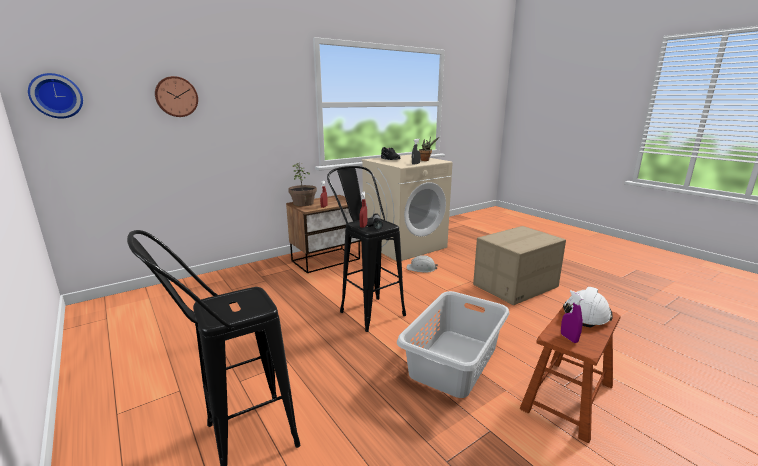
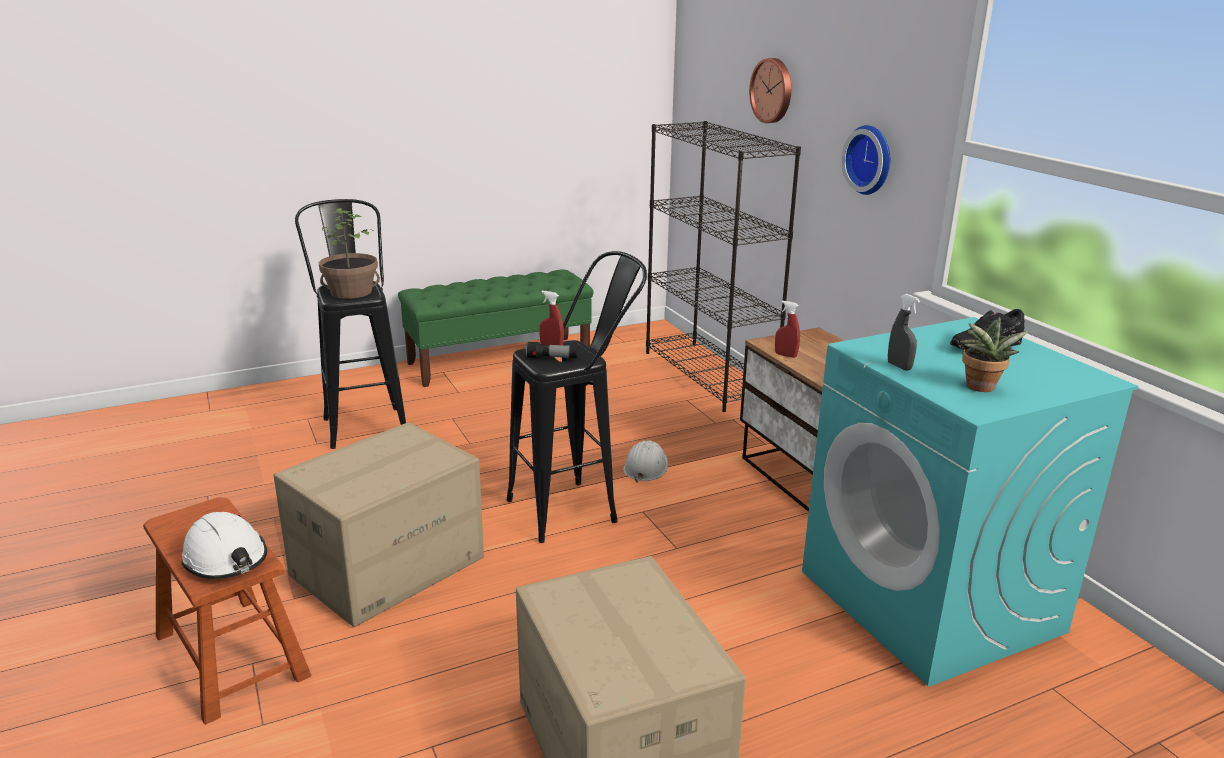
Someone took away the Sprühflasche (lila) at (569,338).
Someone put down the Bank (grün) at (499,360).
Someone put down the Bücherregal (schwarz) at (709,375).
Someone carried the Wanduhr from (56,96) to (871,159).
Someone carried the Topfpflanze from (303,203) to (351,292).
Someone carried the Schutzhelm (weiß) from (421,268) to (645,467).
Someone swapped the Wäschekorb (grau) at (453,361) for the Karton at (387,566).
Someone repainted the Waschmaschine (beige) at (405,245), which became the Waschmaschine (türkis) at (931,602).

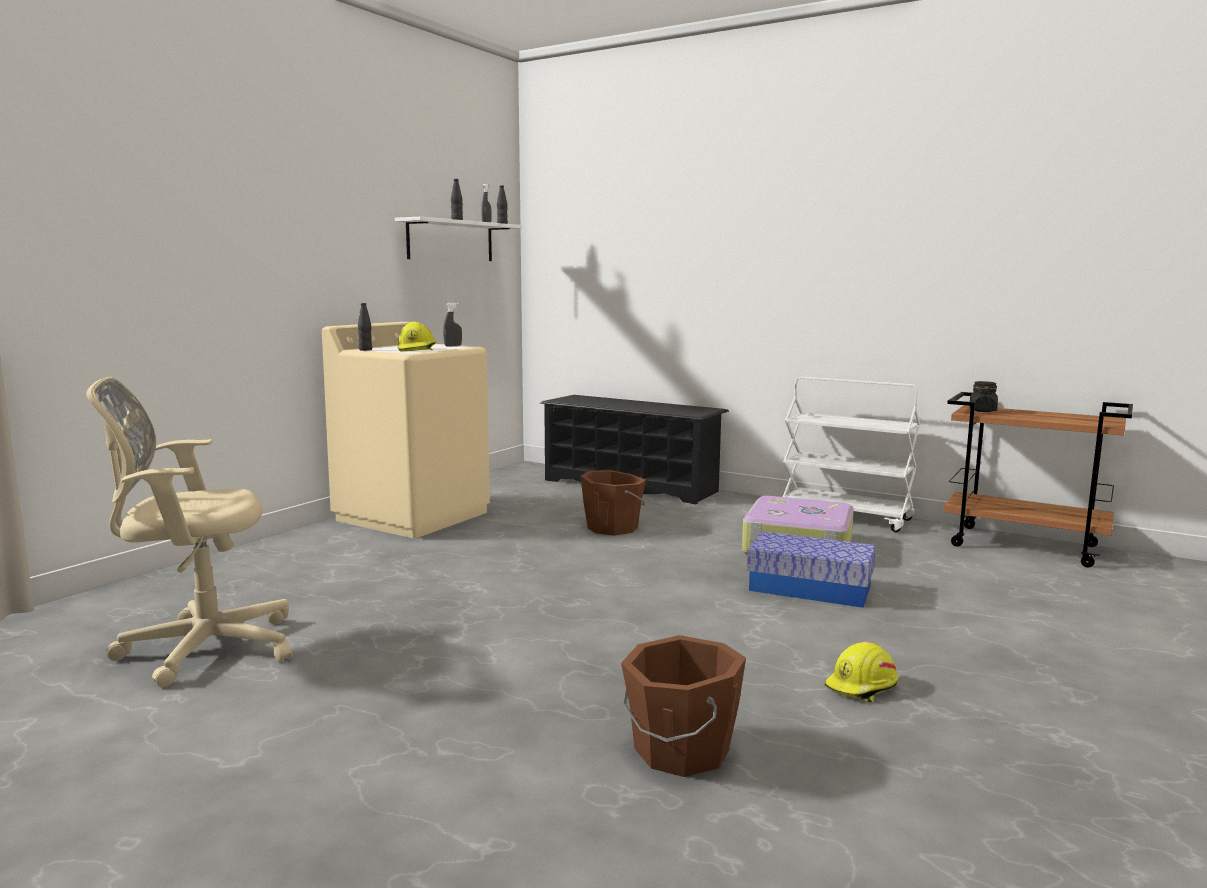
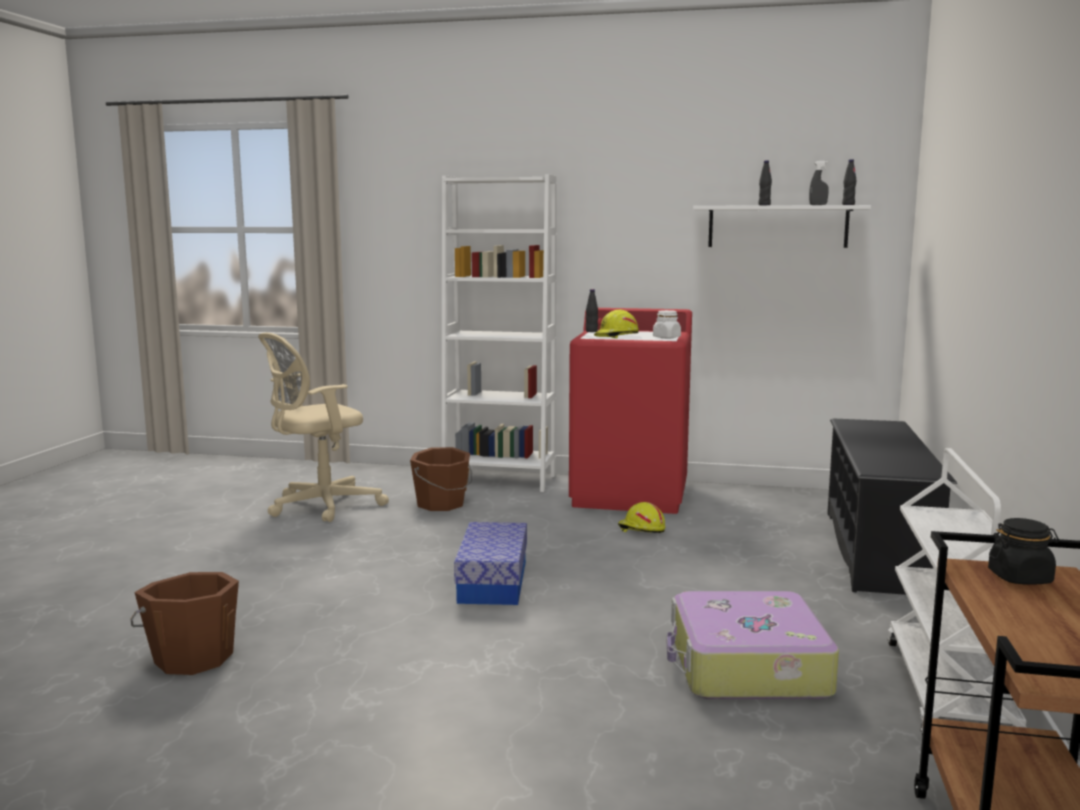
Someone put down the Bücherregal (weiß) at (499,480).
Someone carried the Eimer (braun) from (613,527) to (441,504).
Someone carried the Aufbewahrungsbox from (810,588) to (493,582).
Someone carried the Schutzhelm (gelb) from (862,687) to (641,529).
Someone swapped the Sprühflasche (grau) at (453,346) for the Vorratsglas (weiß) at (666,337).
Someone repainted the Waschmaschine (beige) at (413,516), which became the Waschmaschine (rot) at (630,495).
Someone rotated the Bürostuhl (beige) at (200,648) by 90 degrees counterclockwise.

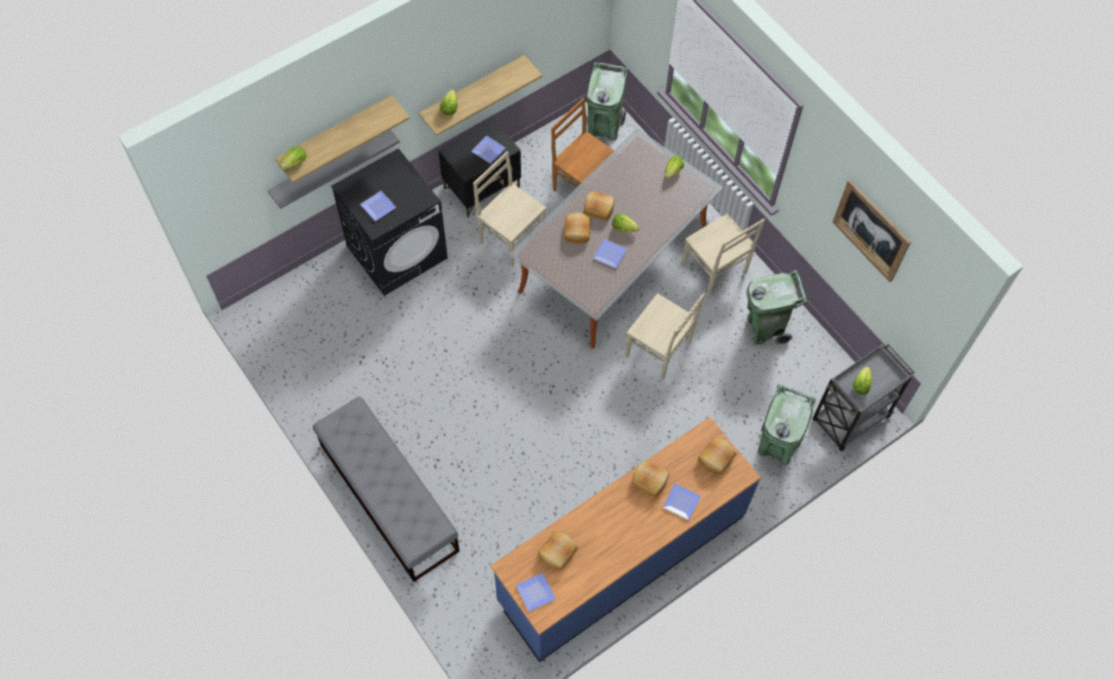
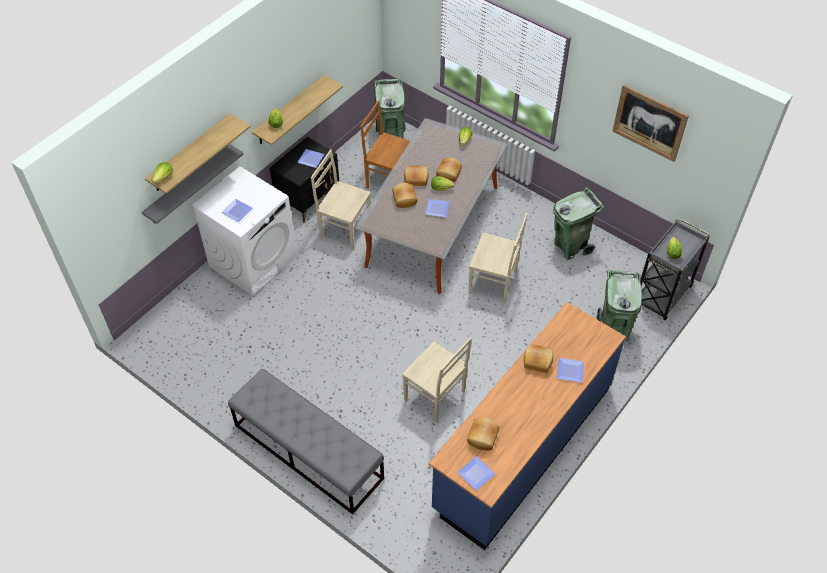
Someone carried the Stuhl (beige) from (715,271) to (435,396).
Someone carried the Brot from (716,459) to (449,174).
Someone repainted the Waschmaschine (schwarz) at (397,251), which became the Waschmaschine (weiß) at (253,260).

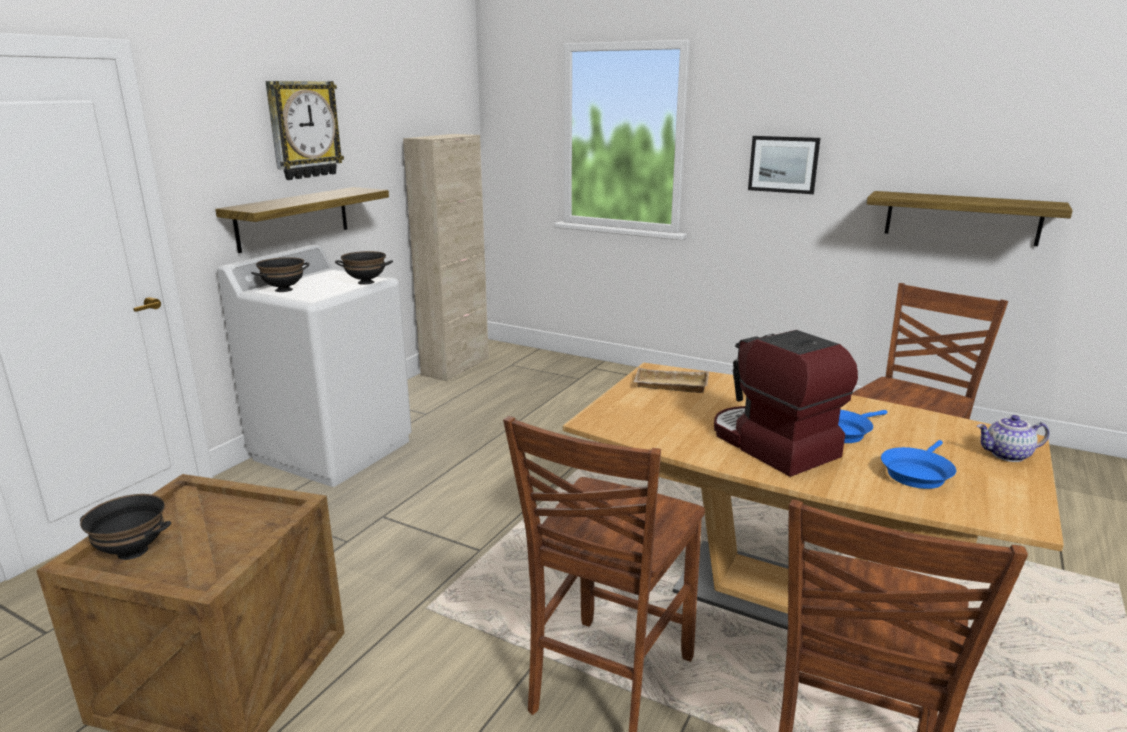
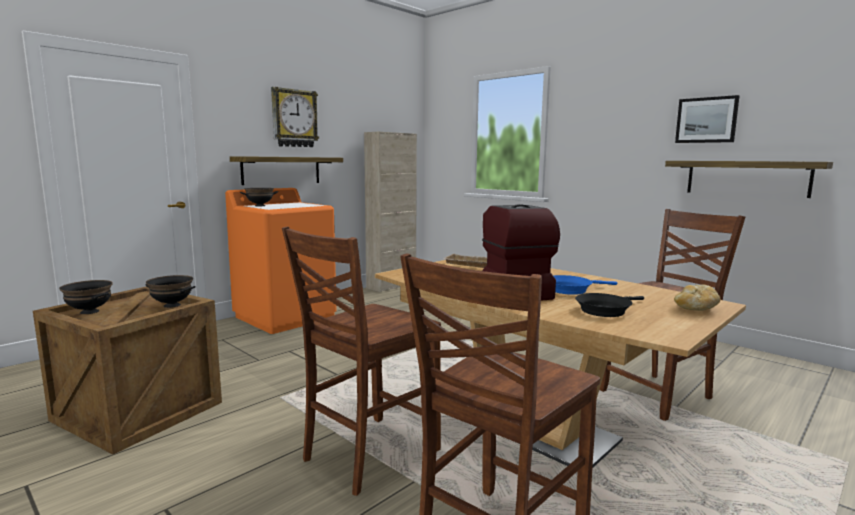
Someone carried the Schüssel (schwarz) from (366,282) to (172,305).
Someone carried the Bild from (783,164) to (706,120).
Someone swapped the Teekanne at (1007,455) for the Brot at (695,309).
Someone repainted the Waschmaschine (weiß) at (333,449), which became the Waschmaschine (orange) at (285,317).
Someone repainted the Pfanne (blau) at (916,473), which became the Pfanne (schwarz) at (605,310).

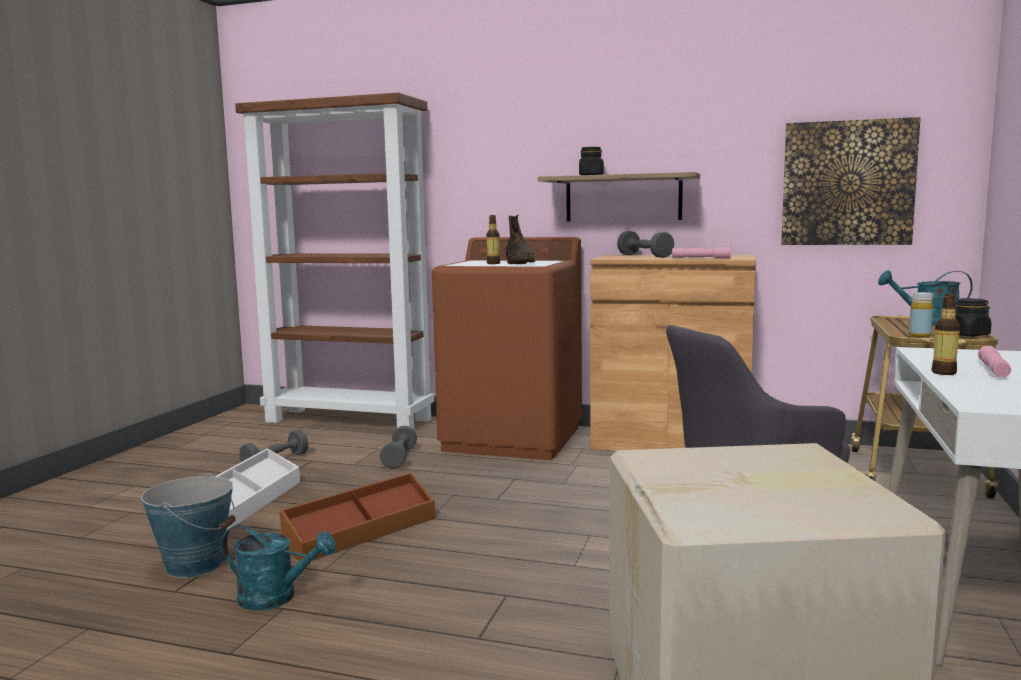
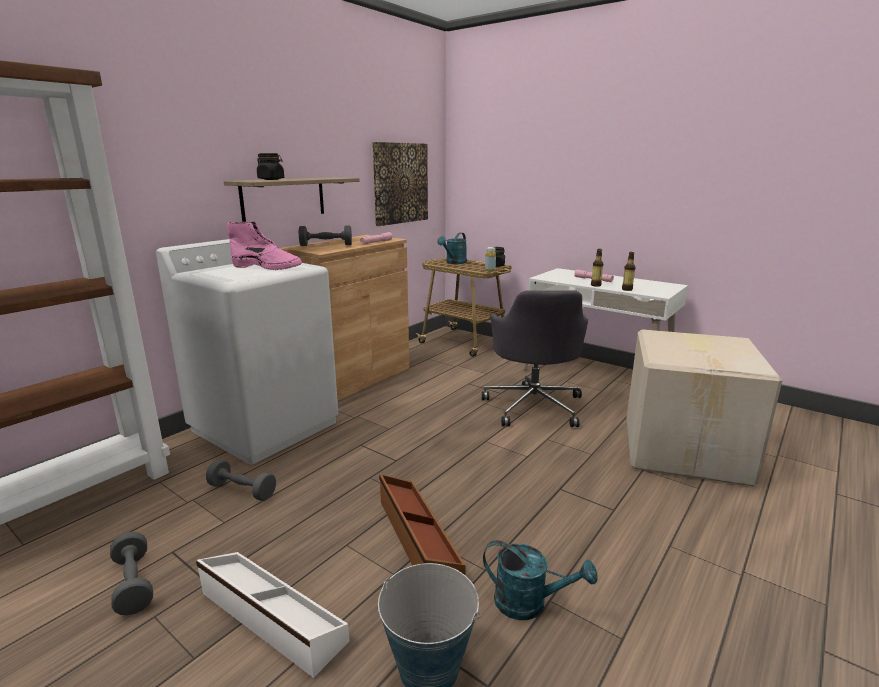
Someone carried the Flasche from (493,263) to (627,289).
Someone repainted the Waschmaschine (braun) at (513,438), which became the Waschmaschine (weiß) at (265,426).
Someone repainted the Stiefel (braun) at (519,263), which became the Stiefel (rosa) at (267,267).
Someone rotated the Gießkanne (türkis) at (276,598) by 75 degrees clockwise.

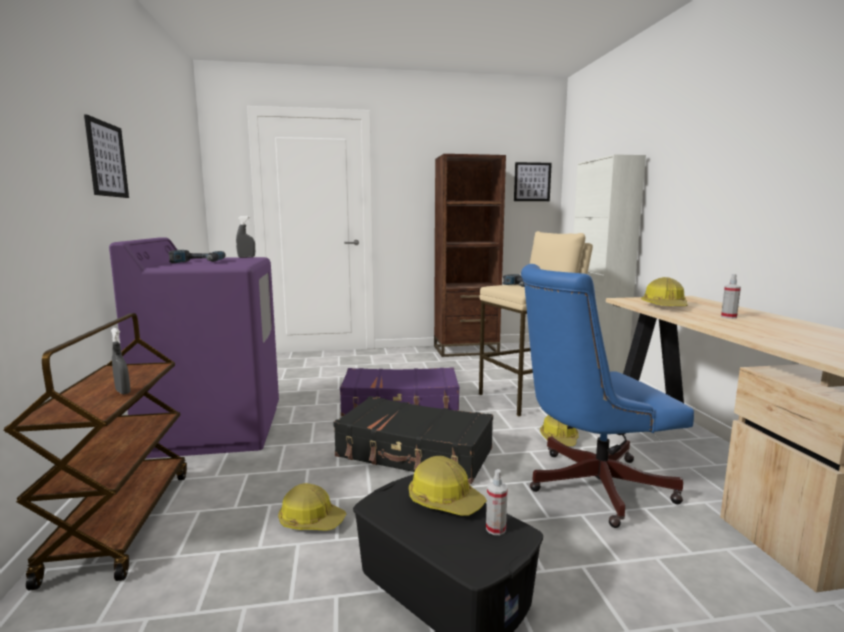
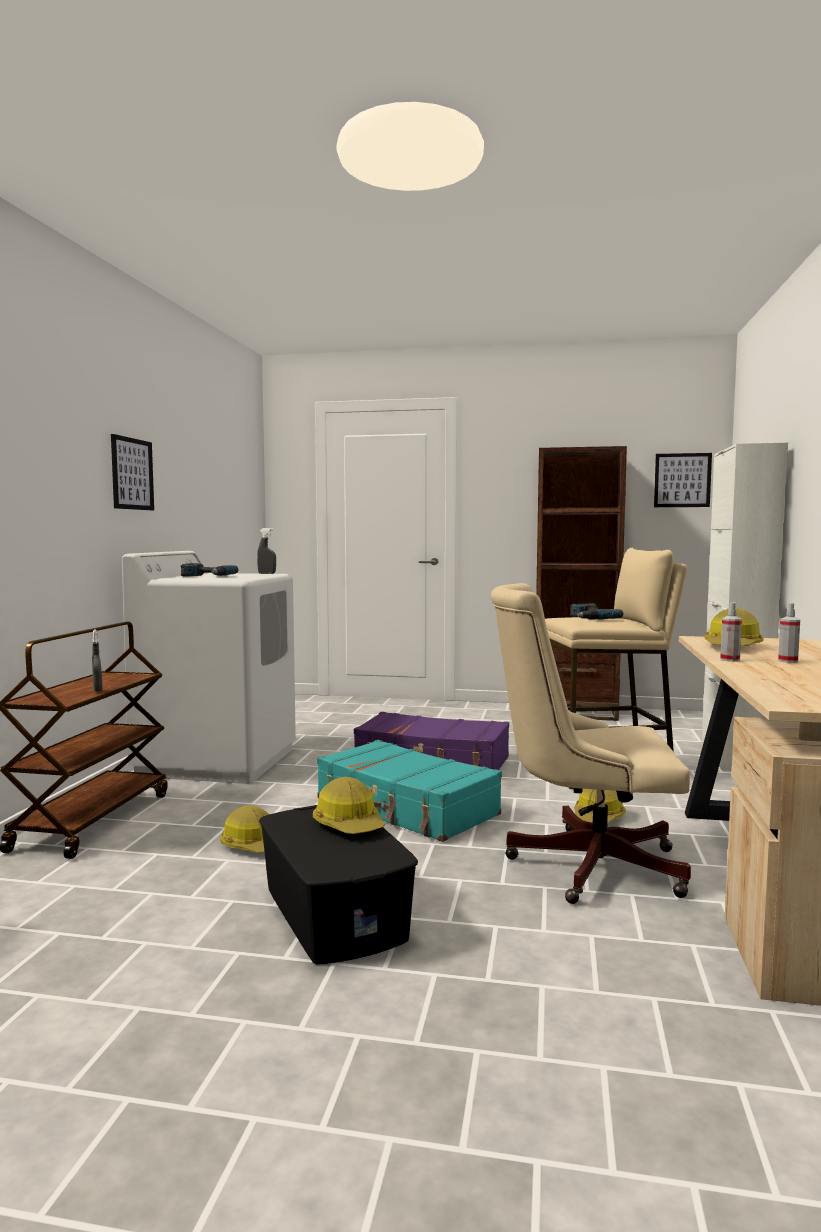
Someone carried the Sprühflasche from (495,529) to (730,660).
Someone repainted the Waschmaschine (lila) at (215,429), which became the Waschmaschine (weiß) at (218,761).
Someone repainted the Koffer (schwarz) at (414,453), which became the Koffer (türkis) at (406,807).
Someone repainted the Bürostuhl (blau) at (588,485), which became the Bürostuhl (beige) at (584,864).

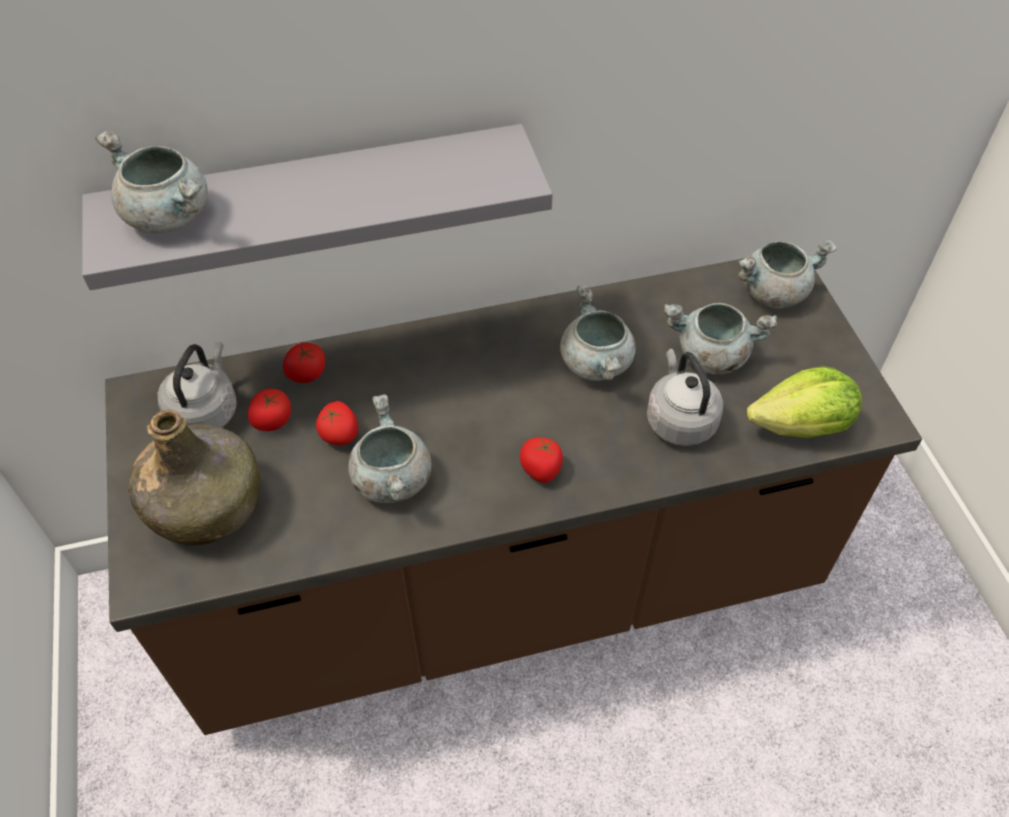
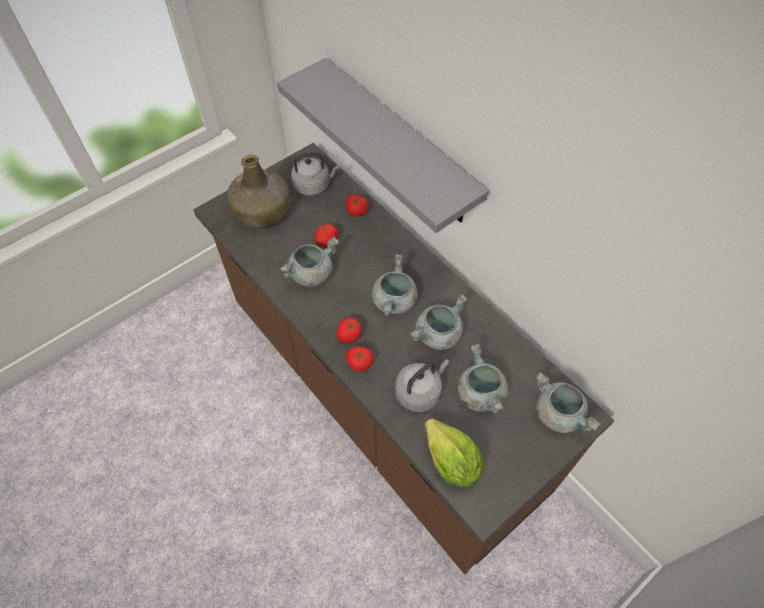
Someone carried the Kochtopf (grau) from (171,216) to (395,302).
Someone carried the Tomate from (272,421) to (359,363).

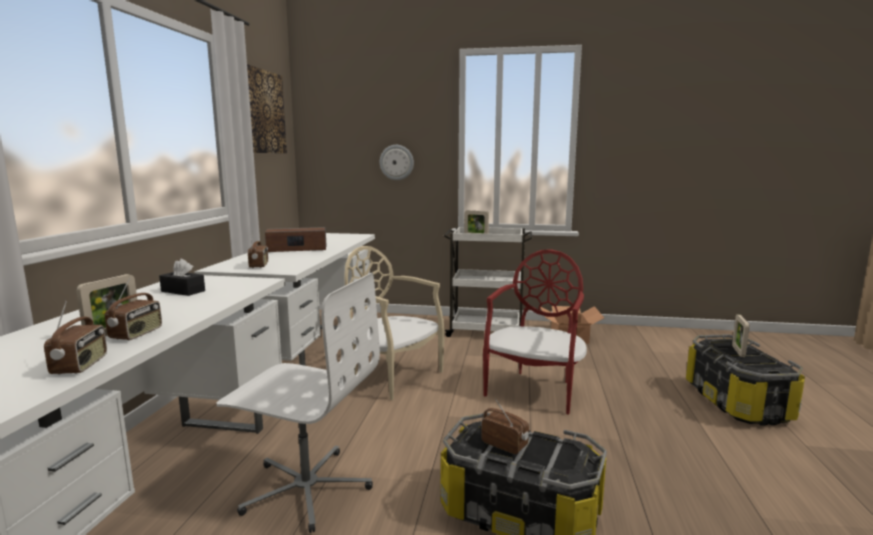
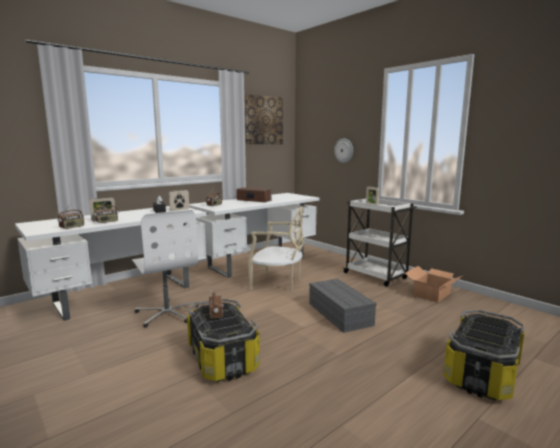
Someone carried the Bilderrahmen from (738,351) to (179,209).
Someone swapped the Stuhl (rot) at (535,389) for the Aufbewahrungsbox (grau) at (341,314).
Someone rotated the Stuhl (beige) at (393,376) by 120 degrees clockwise.

